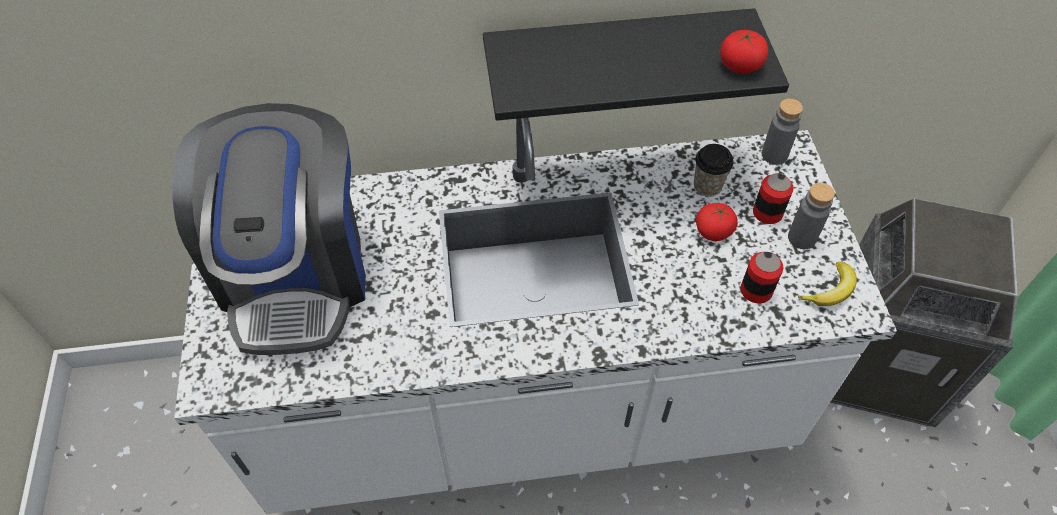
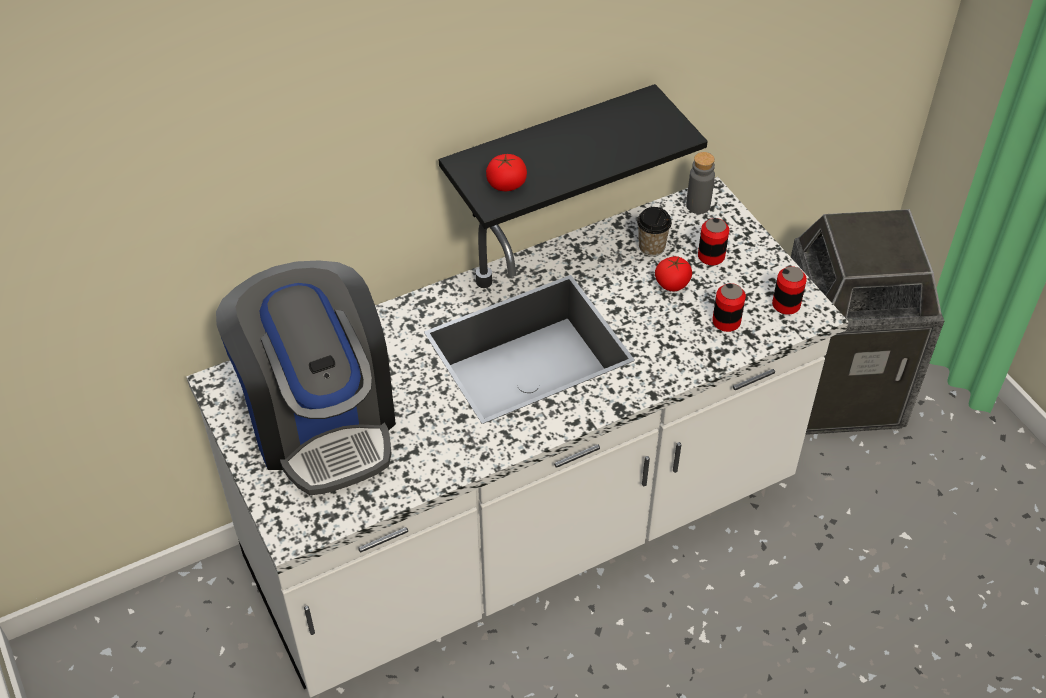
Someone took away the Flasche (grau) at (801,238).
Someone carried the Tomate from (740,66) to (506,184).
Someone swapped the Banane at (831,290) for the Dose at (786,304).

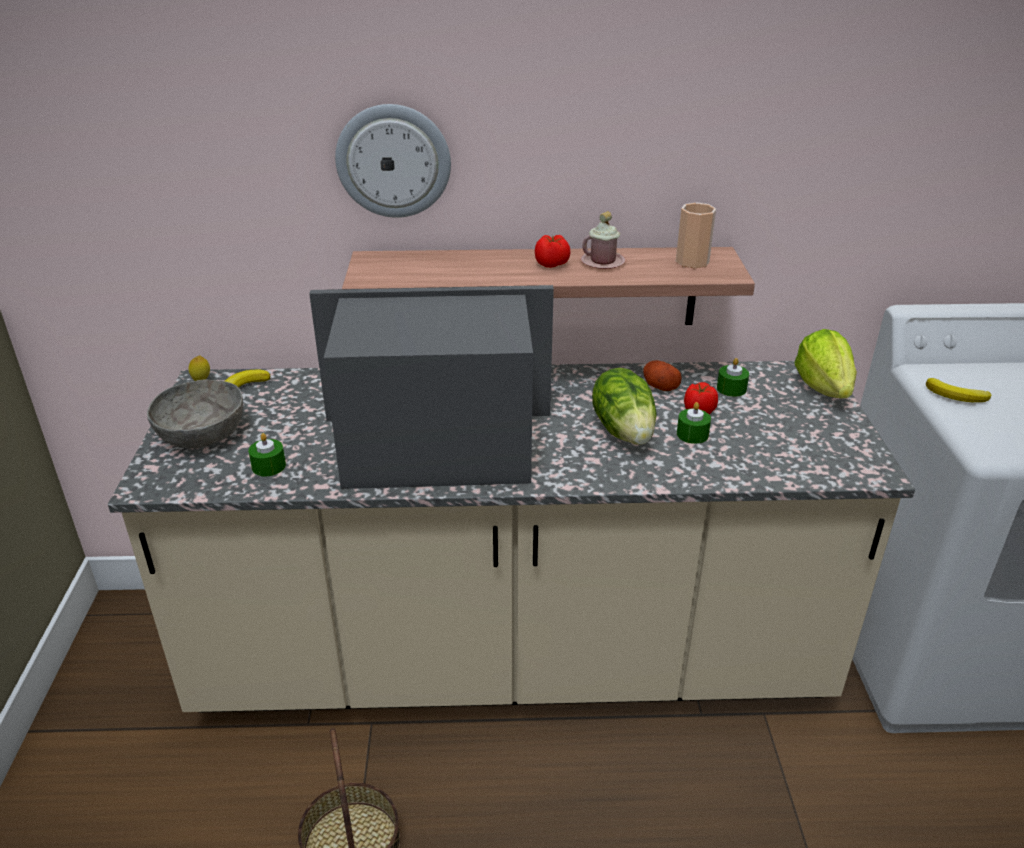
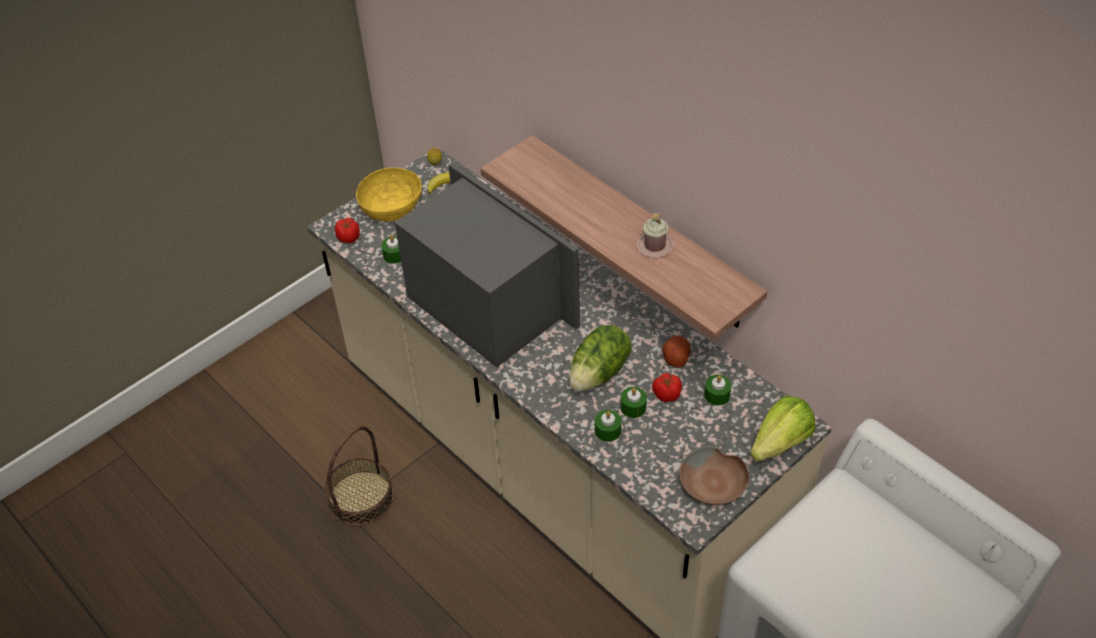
Someone took away the Wanduhr at (393,161).
Someone took away the Tasse at (692,261).
Someone took away the Banane at (958,396).
Someone put down the Kerze (grün) at (608,430).
Someone put down the Schüssel (braun) at (714,484).
Someone carried the Tomate from (552,264) to (349,238).
Someone repainted the Schüssel (grau) at (202,434), which became the Schüssel (gelb) at (391,208).

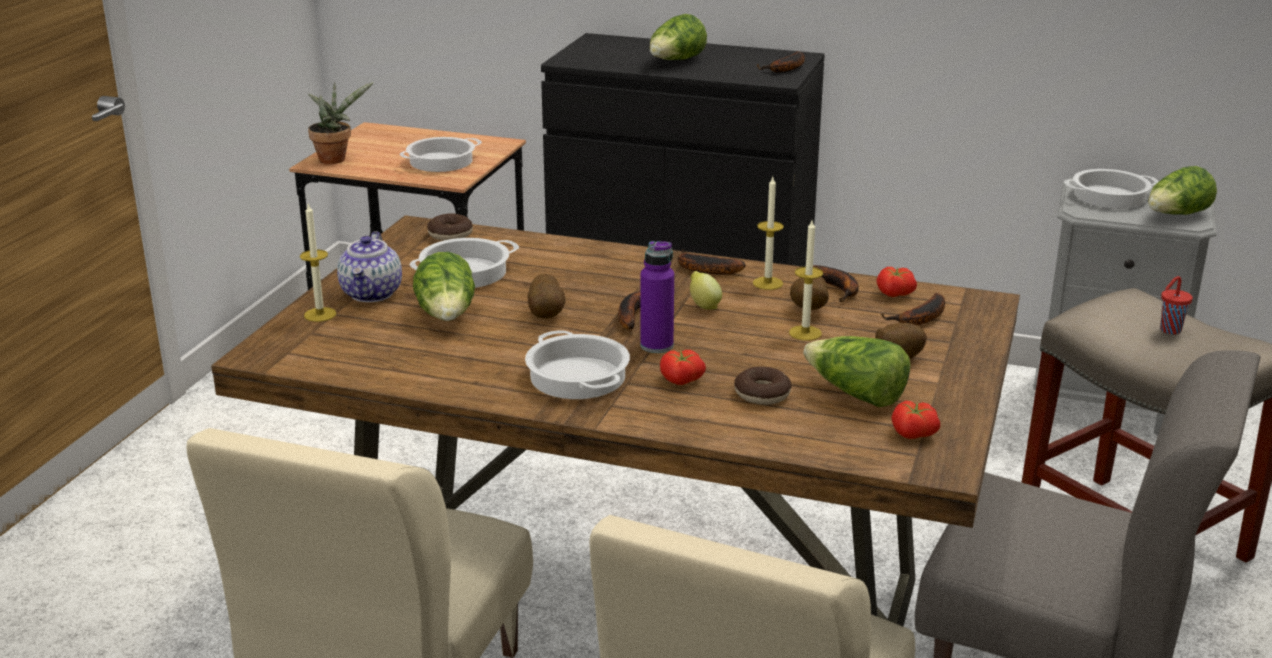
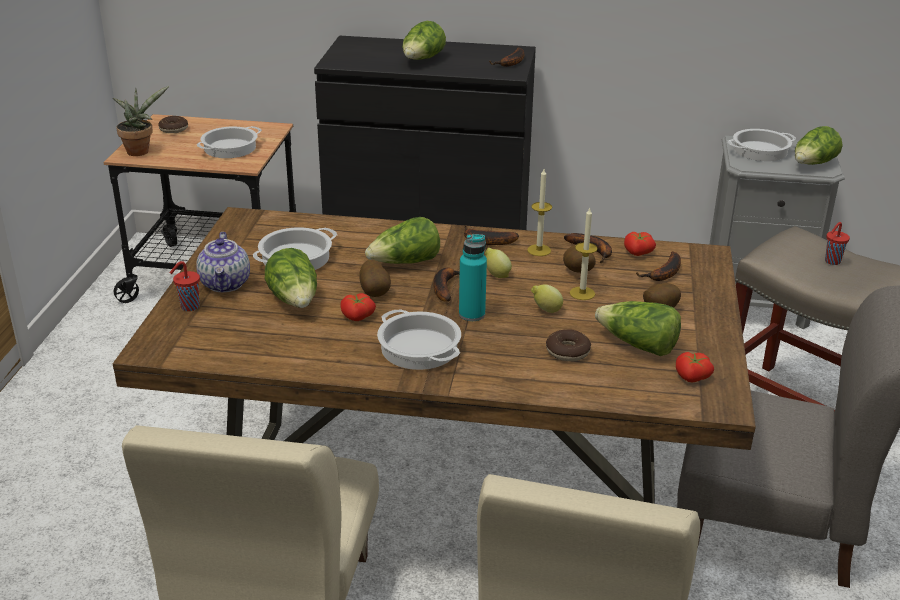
Someone put down the Salatkopf at (405,263).
Someone put down the Zitrone at (546,310).
Someone carried the Donut from (450,235) to (173,129).
Someone carried the Tomate from (681,381) to (357,317).
Someone swapped the Kerze at (320,314) for the Tasse (rot) at (189,307).
Someone repainted the Flasche (lila) at (656,346), which became the Flasche (türkis) at (472,314).

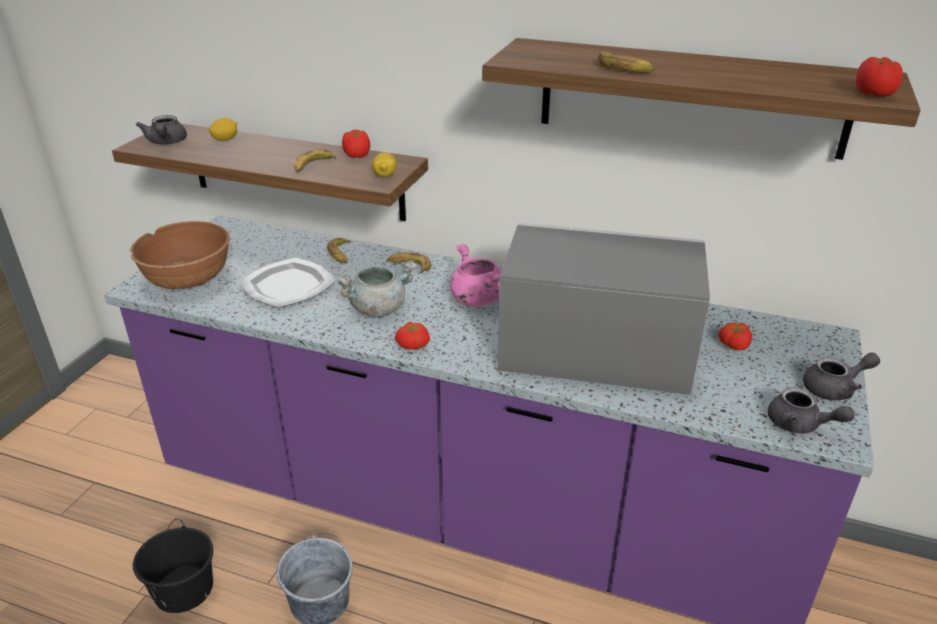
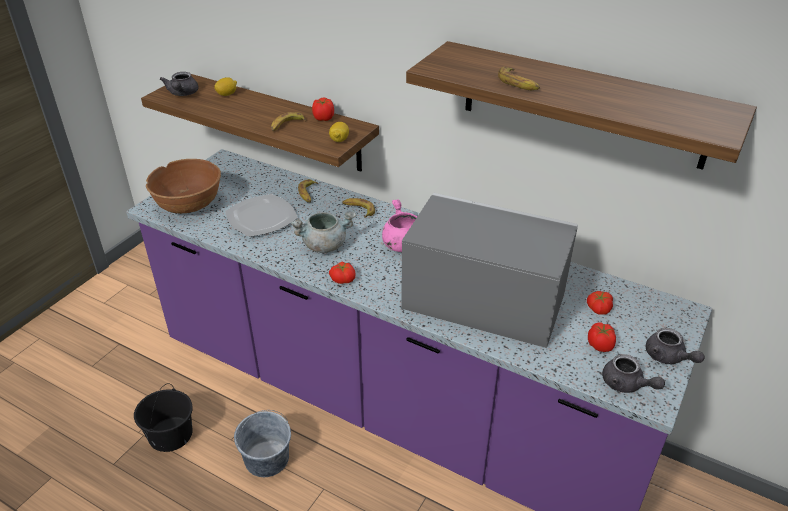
Someone carried the Tomate from (873,94) to (600,345).
Someone rotated the Teekanne (grau) at (834,389) by 60 degrees clockwise.

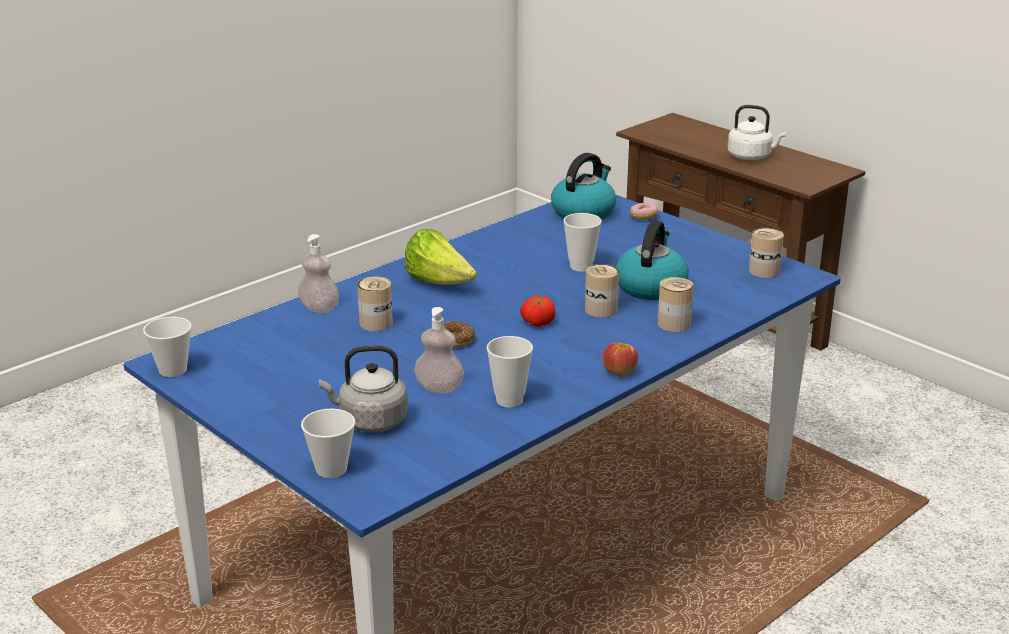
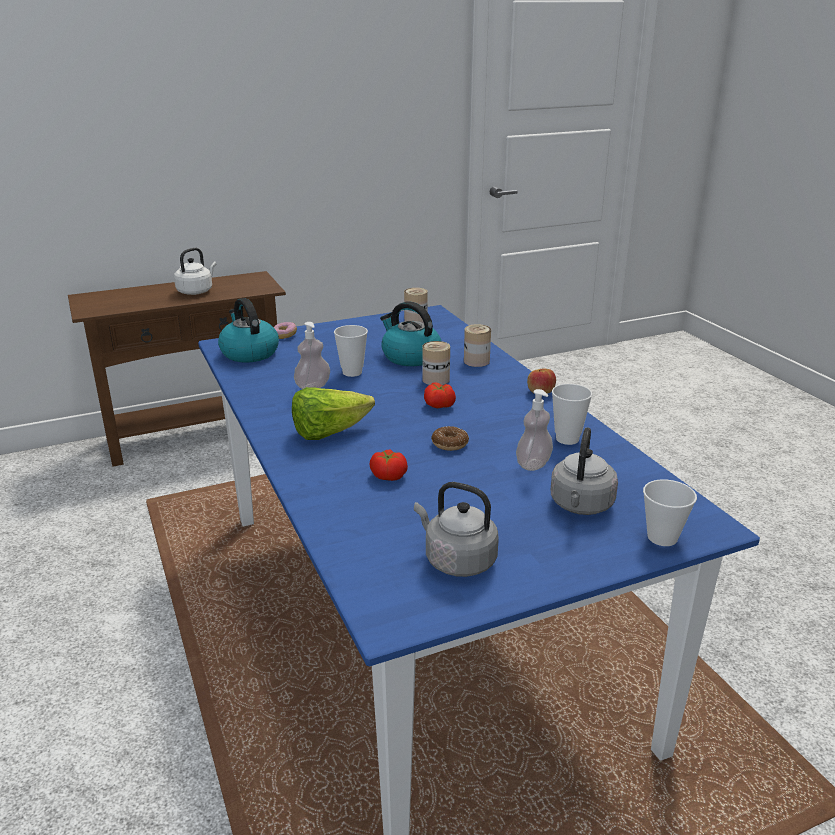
Someone took away the Tasse at (173,370).
Someone put down the Wasserkessel (grau) at (456,560).
Someone carried the Seifenspender from (319,308) to (313,387).
Someone swapped the Dose at (376,323) for the Tomate at (389,475).

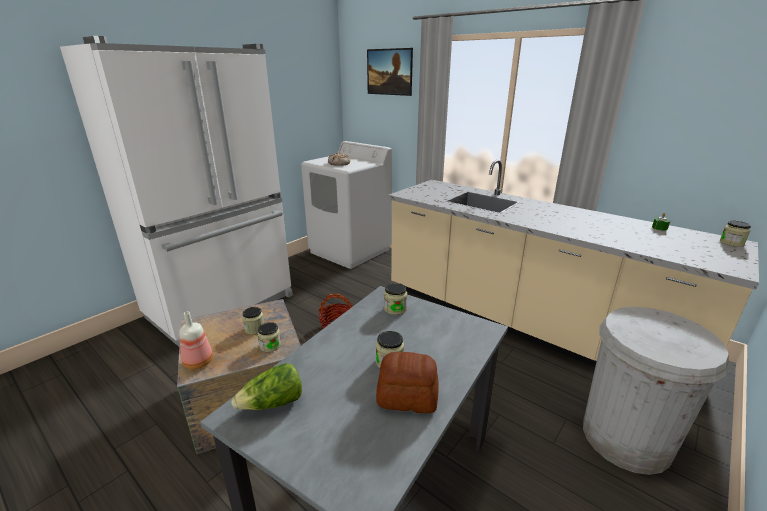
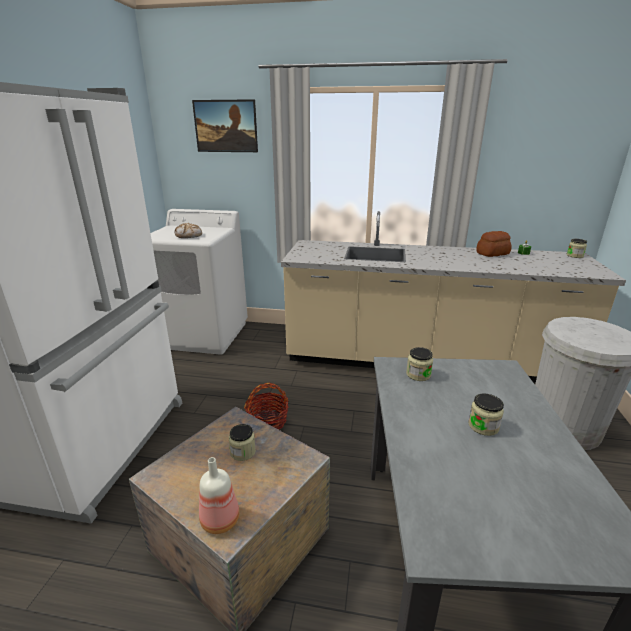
Someone took away the Salatkopf at (273,403).
Someone took away the Vorratsglas at (270,346).
Someone carried the Brot from (406,396) to (492,253).

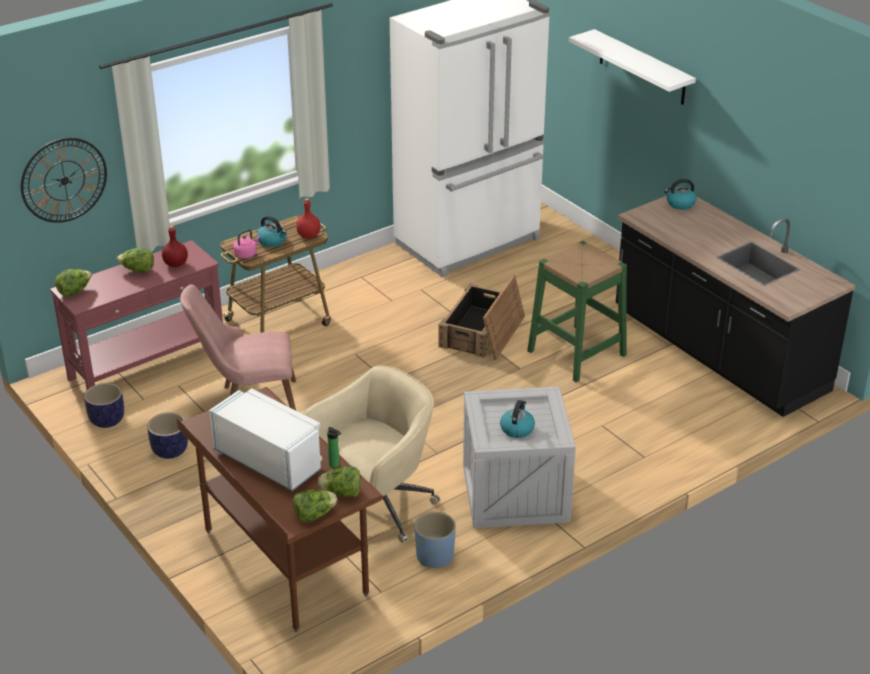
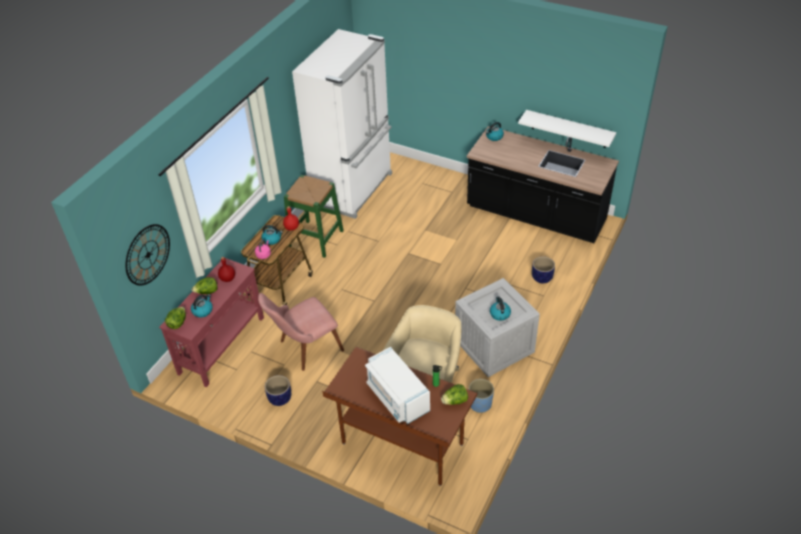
Someone took away the Salatkopf at (314,515).
Someone took away the Kiste at (483,332).
Someone put down the Wasserkessel at (202,310).
Someone carried the Pflanzkübel from (107,420) to (542,278).
Someone carried the Hocker (grün) from (576,353) to (316,238).
Someone carried the Wandregal (weiß) from (642,68) to (569,129).
Someone rotated the Mikrowelle (weiß) at (269,460) by 135 degrees counterclockwise.

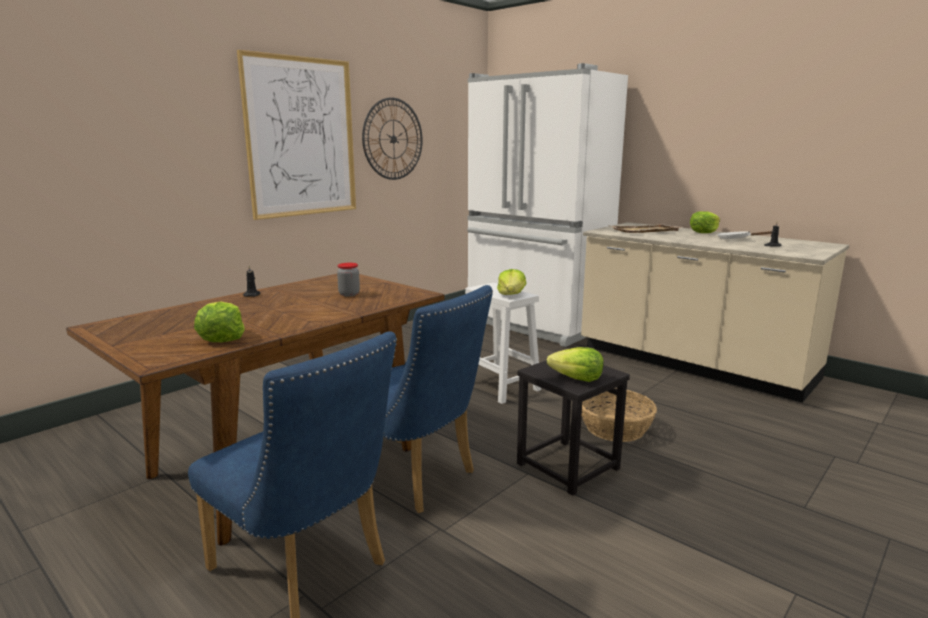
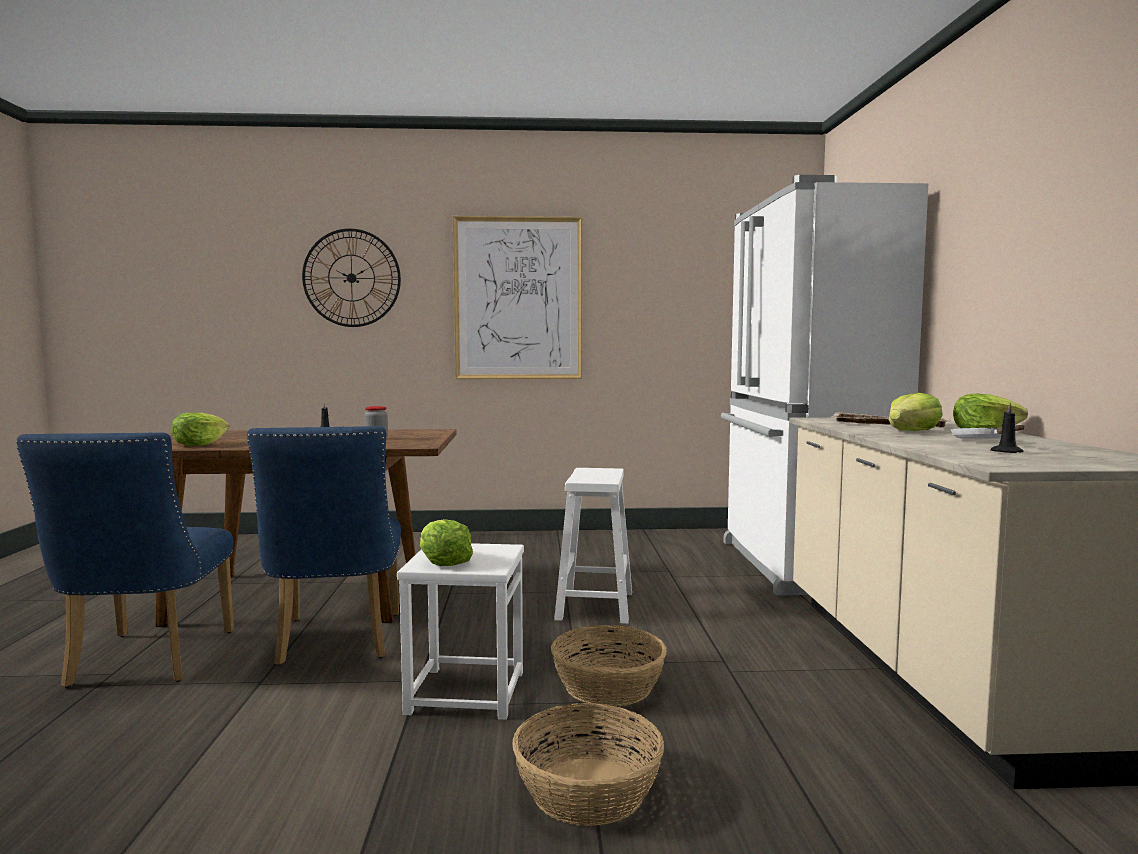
Someone put down the Korb at (588,791).
Someone carried the Wanduhr from (393,139) to (351,278).
Someone carried the Salatkopf from (511,295) to (912,431).
Someone repainted the Hocker (schwarz) at (567,466), which became the Hocker (weiß) at (465,692).

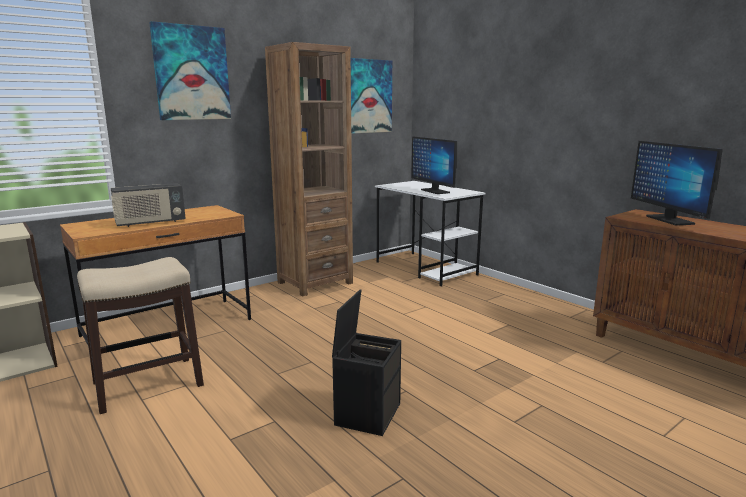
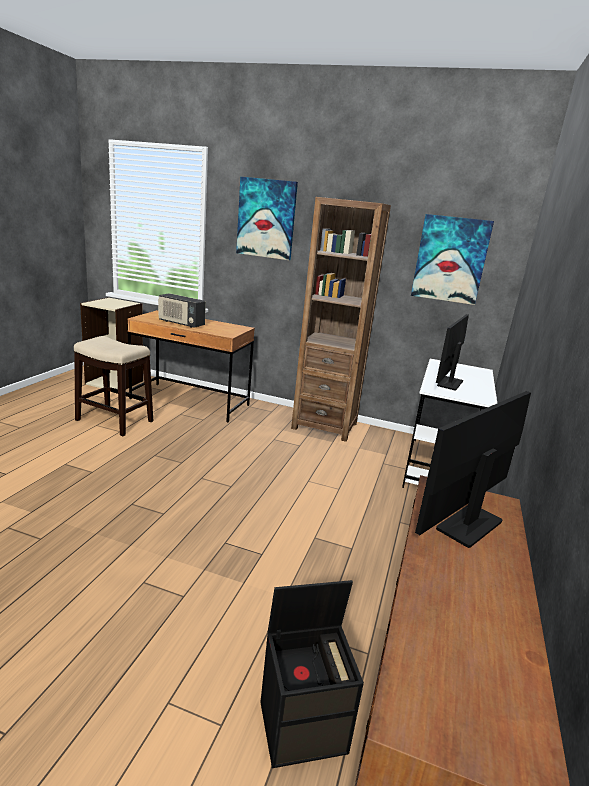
Someone carried the Aufbewahrungsbox (schwarz) from (367,413) to (304,725).

